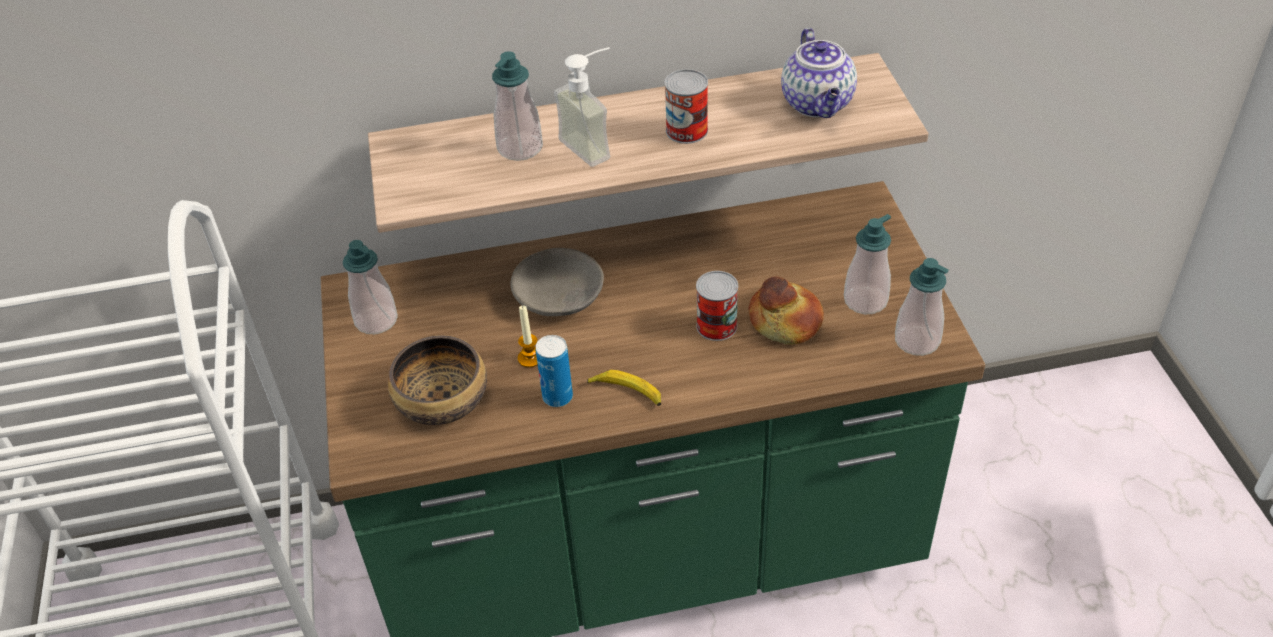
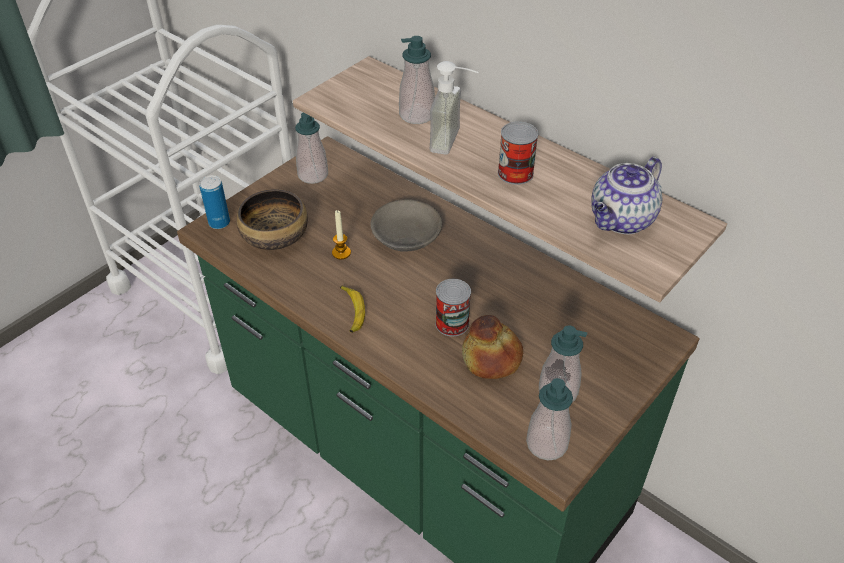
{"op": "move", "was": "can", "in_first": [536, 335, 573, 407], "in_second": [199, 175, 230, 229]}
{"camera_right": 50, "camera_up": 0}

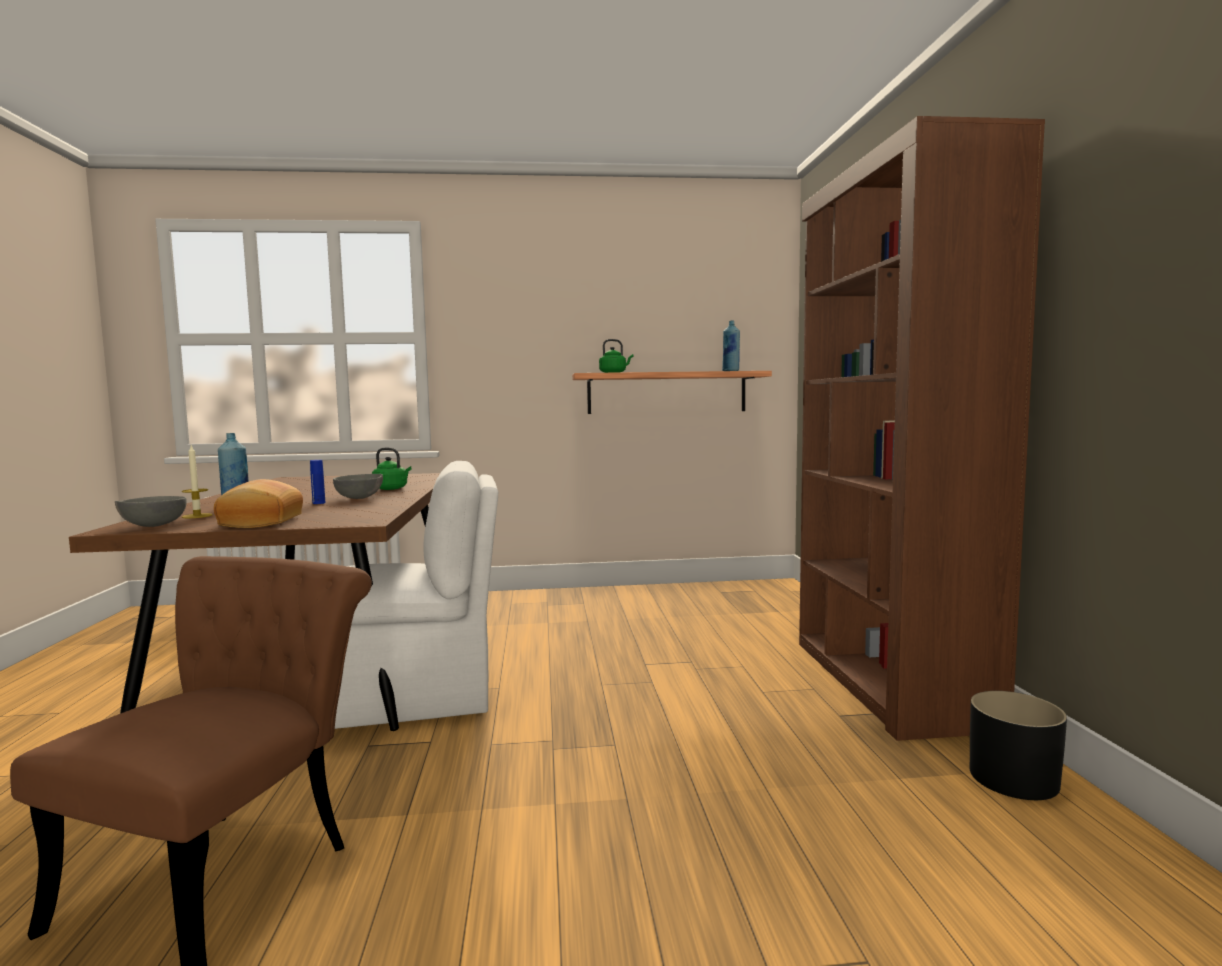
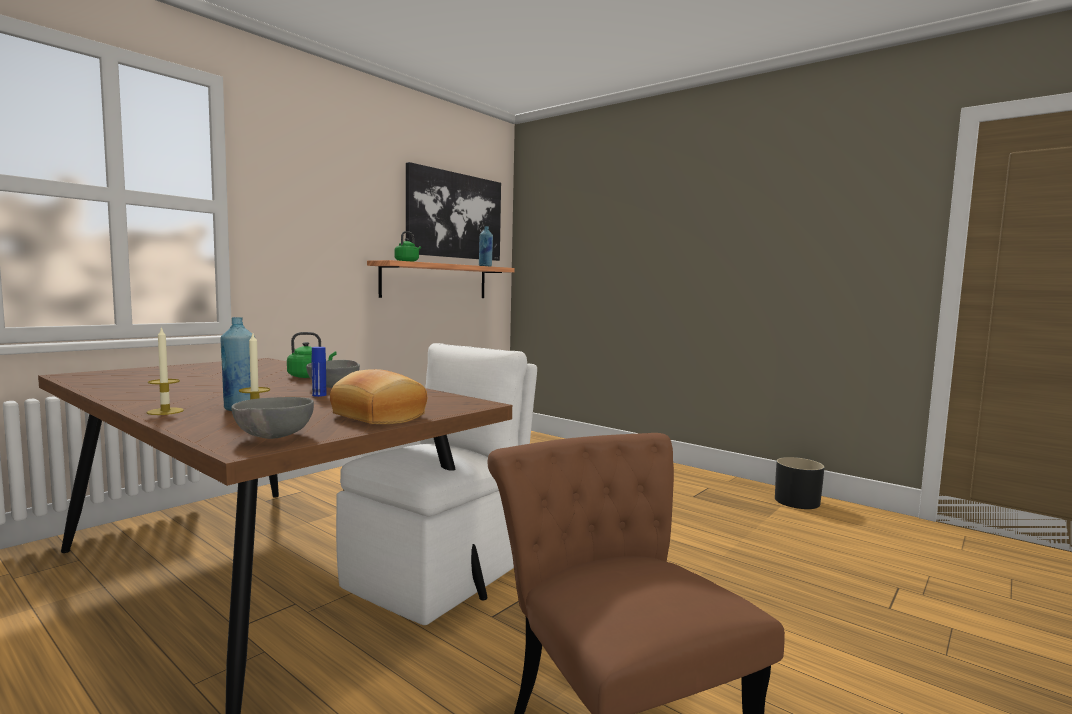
{"op": "delete", "was": "brown bookcase", "in_first": [799, 116, 1045, 741]}
{"op": "insert", "now": "candle", "in_second": [147, 327, 184, 415]}
{"op": "insert", "now": "picture", "in_second": [406, 162, 501, 261]}
{"camera_right": -45, "camera_up": 0}

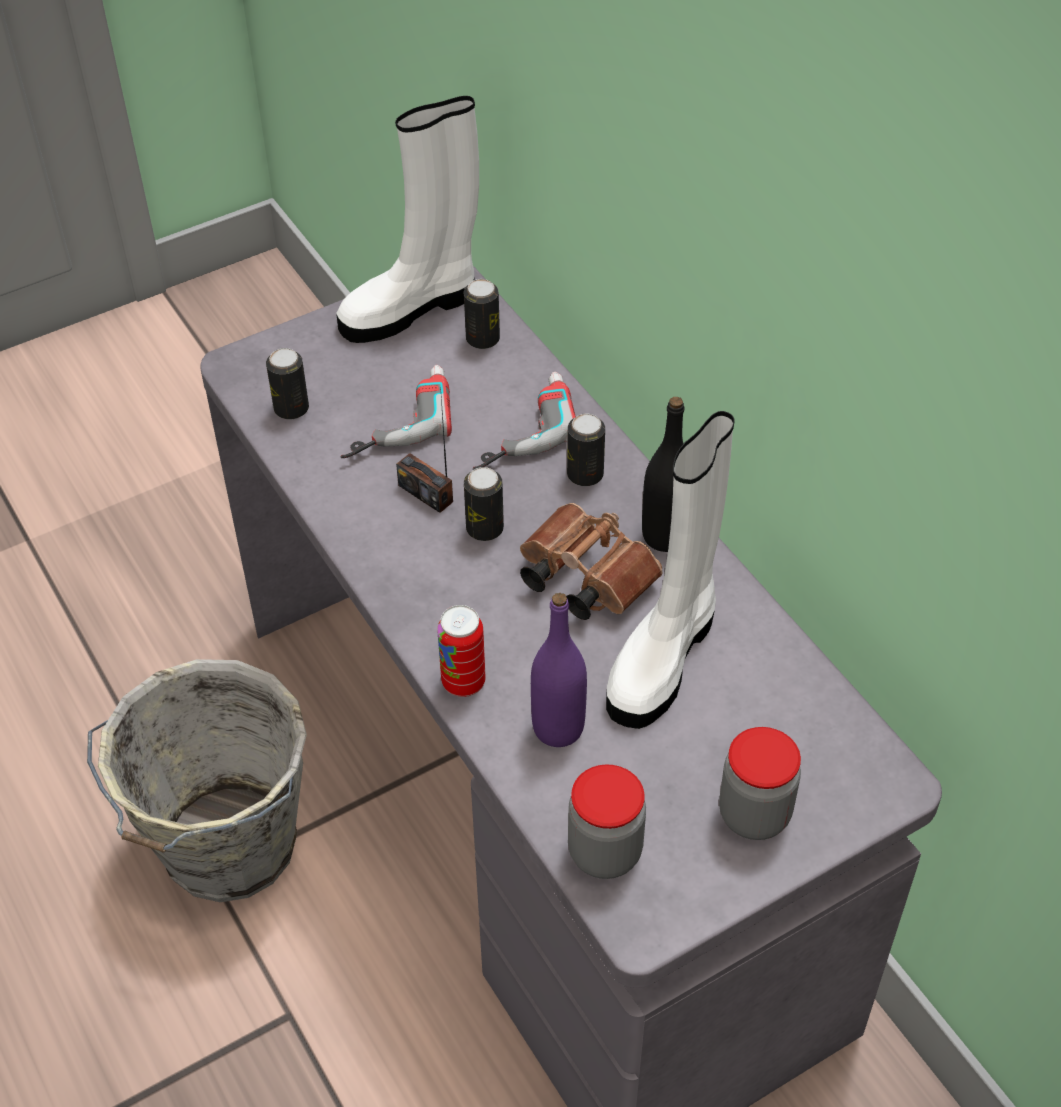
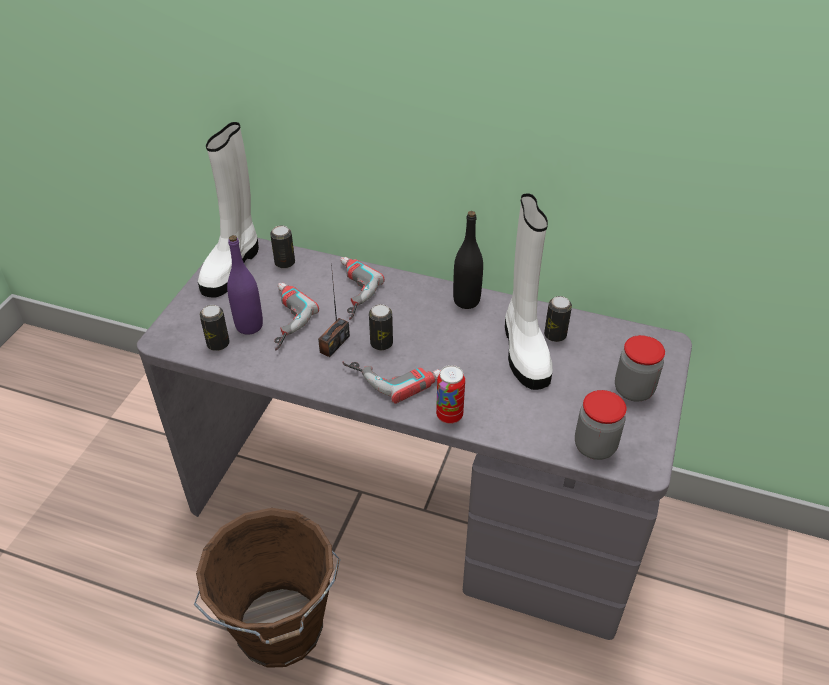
{"op": "recolor", "was": "grey bucket", "now": "brown bucket", "in_first": [87, 659, 307, 902], "in_second": [194, 508, 341, 668]}
{"op": "rotate", "was": "radio", "in_first": [396, 387, 453, 513], "in_second": [318, 264, 350, 357], "clockwise": -60}
{"op": "delete", "was": "brown binoculars", "in_first": [520, 503, 662, 620]}
{"op": "move", "was": "purple bottle", "in_first": [531, 593, 587, 747], "in_second": [227, 235, 263, 335]}
{"op": "move", "was": "can", "in_first": [567, 413, 605, 486], "in_second": [544, 296, 572, 342]}
{"op": "insert", "now": "power drill", "in_second": [342, 361, 441, 404]}
{"camera_right": -40, "camera_up": -5}

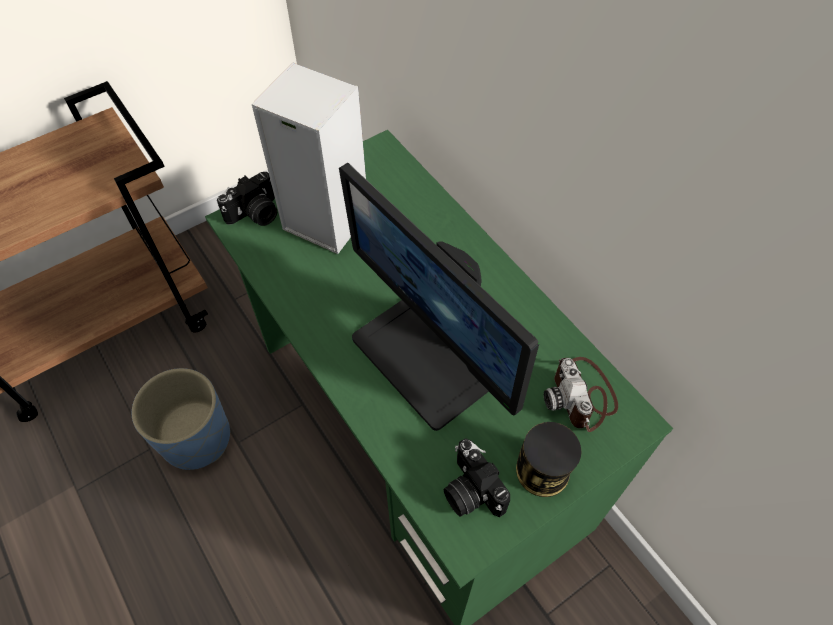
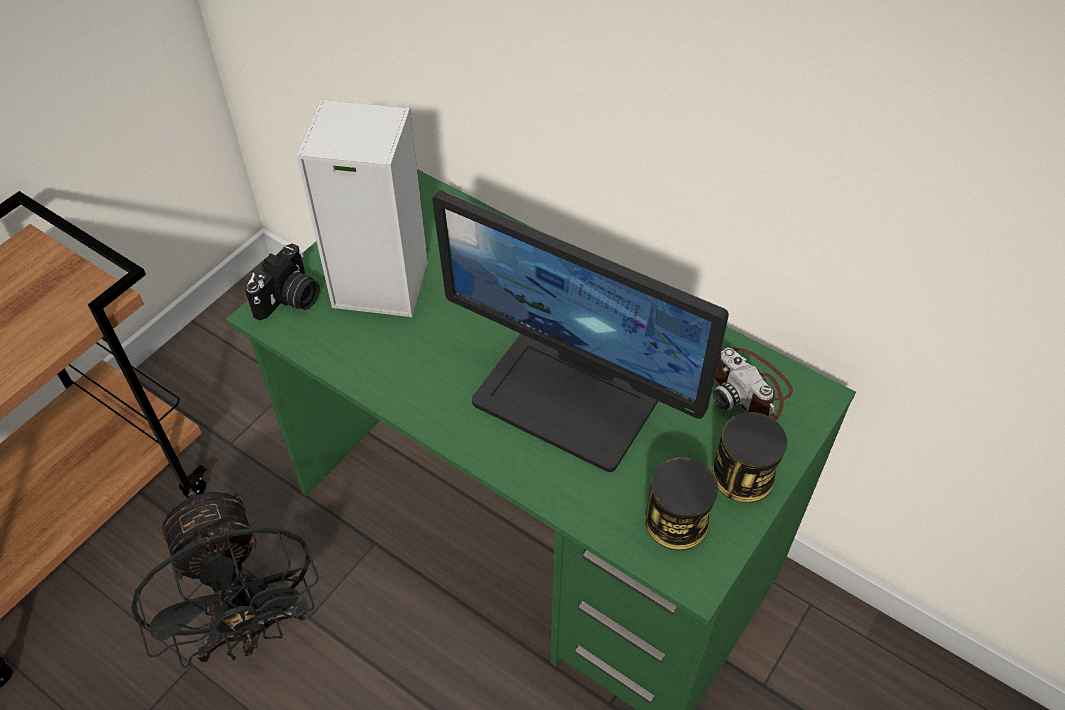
{"op": "replace", "was": "blue planter", "now": "black fan", "in_first": [132, 368, 230, 470], "in_second": [131, 488, 319, 668]}
{"op": "replace", "was": "photo camera", "now": "can", "in_first": [444, 438, 510, 517], "in_second": [645, 457, 718, 550]}
{"camera_right": -20, "camera_up": -5}

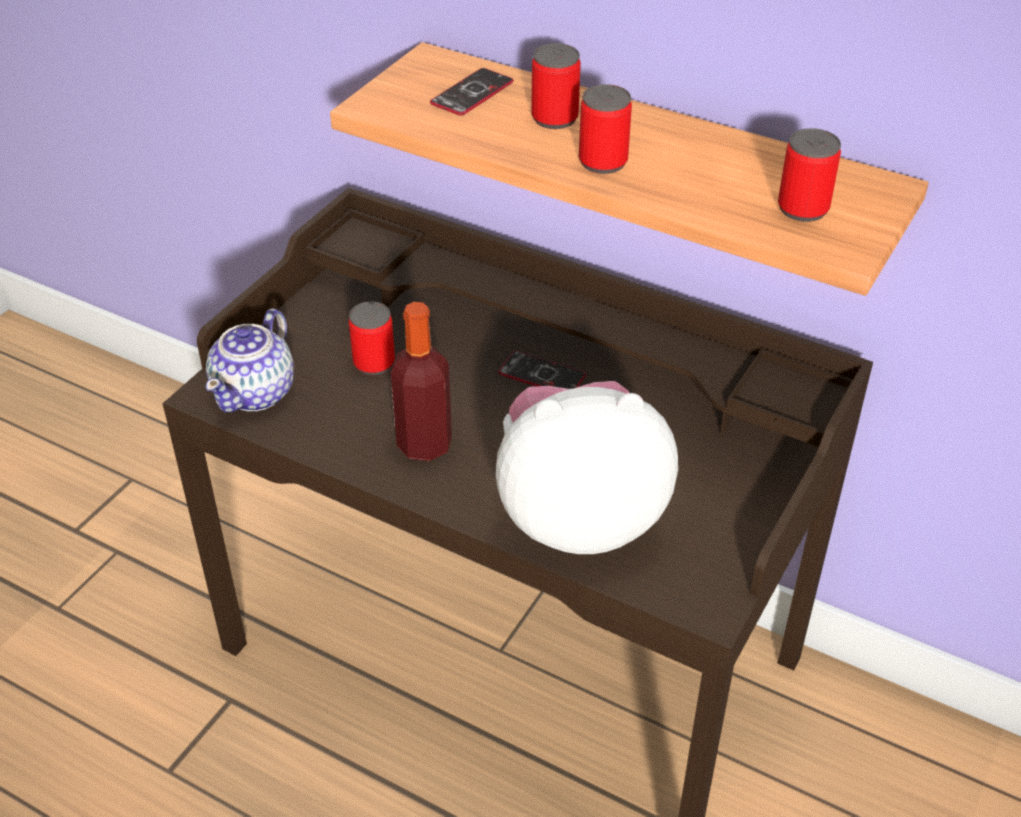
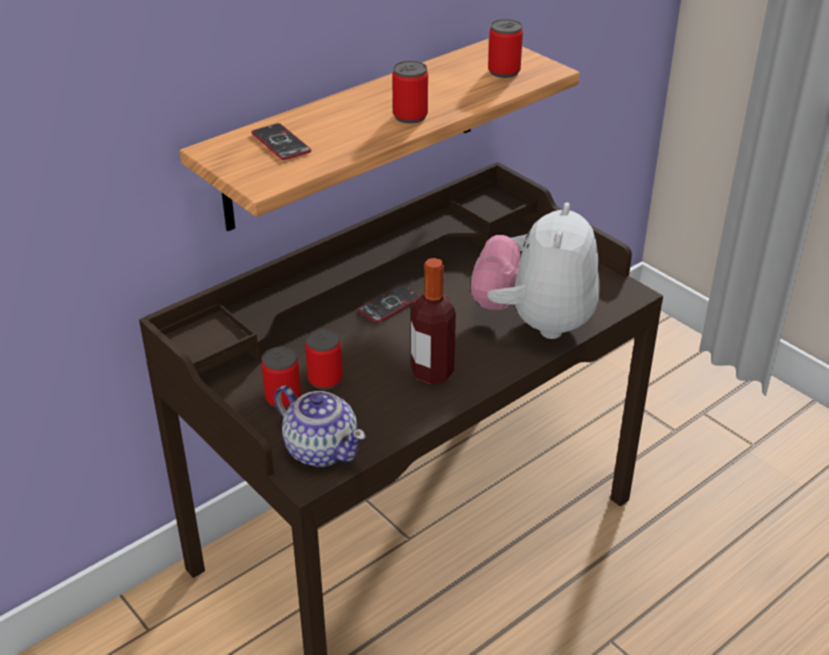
{"op": "move", "was": "can", "in_first": [531, 43, 581, 129], "in_second": [262, 347, 301, 409]}
{"camera_right": -70, "camera_up": -5}

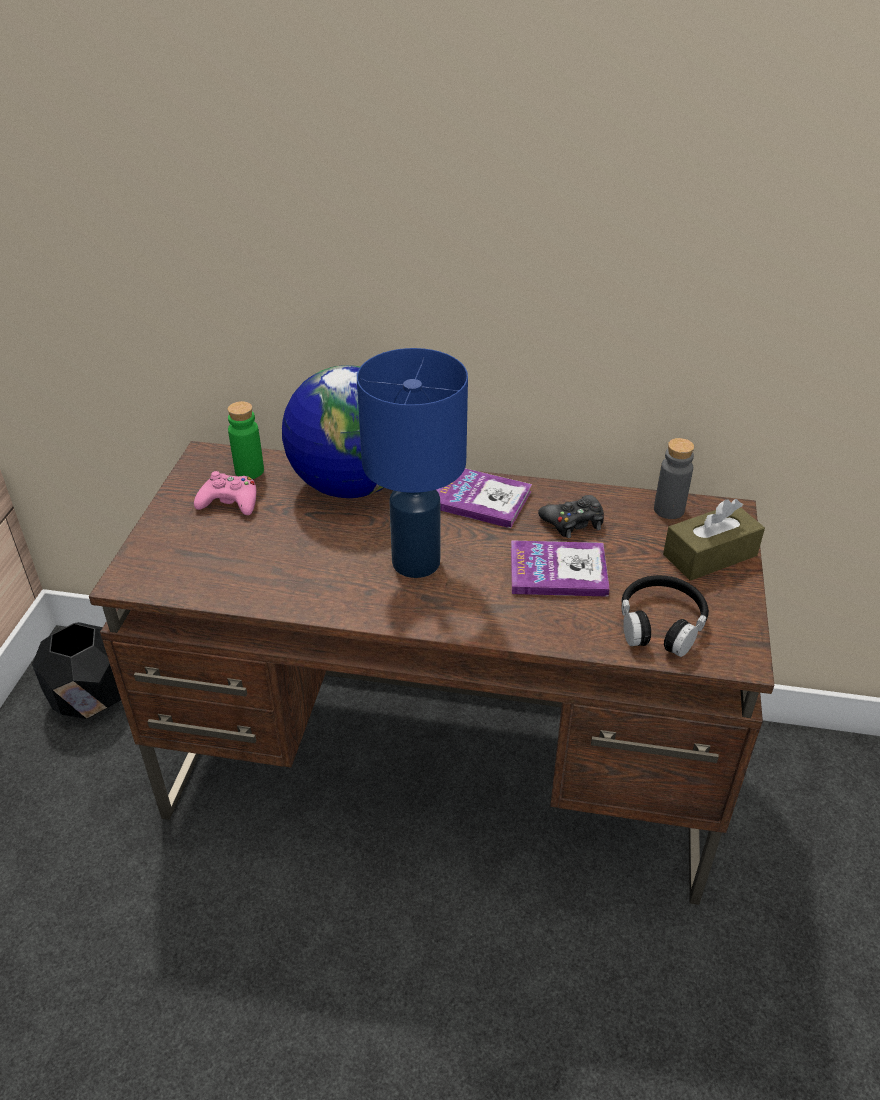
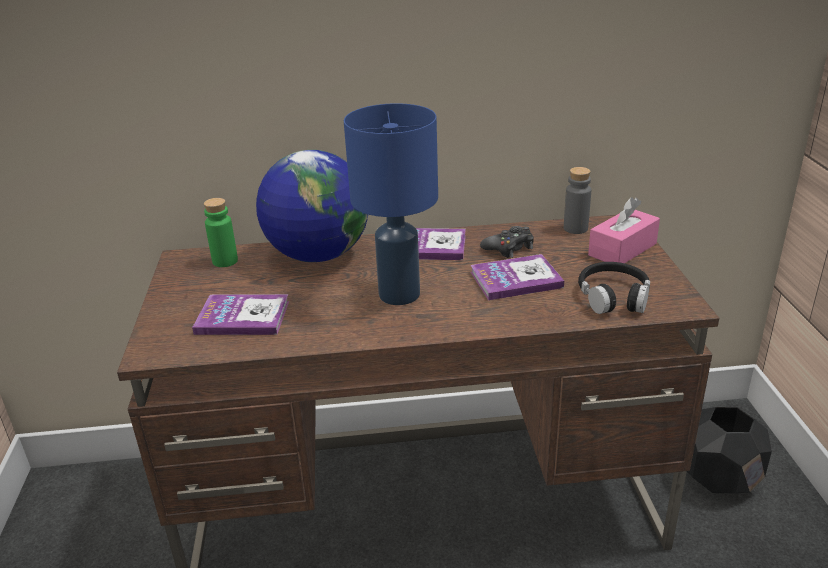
{"op": "move", "was": "black planter", "in_first": [32, 622, 121, 719], "in_second": [687, 407, 772, 493]}
{"op": "delete", "was": "pink game controller", "in_first": [194, 471, 256, 515]}
{"op": "recolor", "was": "brown tissue box", "now": "pink tissue box", "in_first": [663, 499, 765, 581], "in_second": [588, 197, 660, 263]}
{"op": "insert", "now": "book", "in_second": [192, 294, 289, 335]}
{"camera_right": -15, "camera_up": -10}

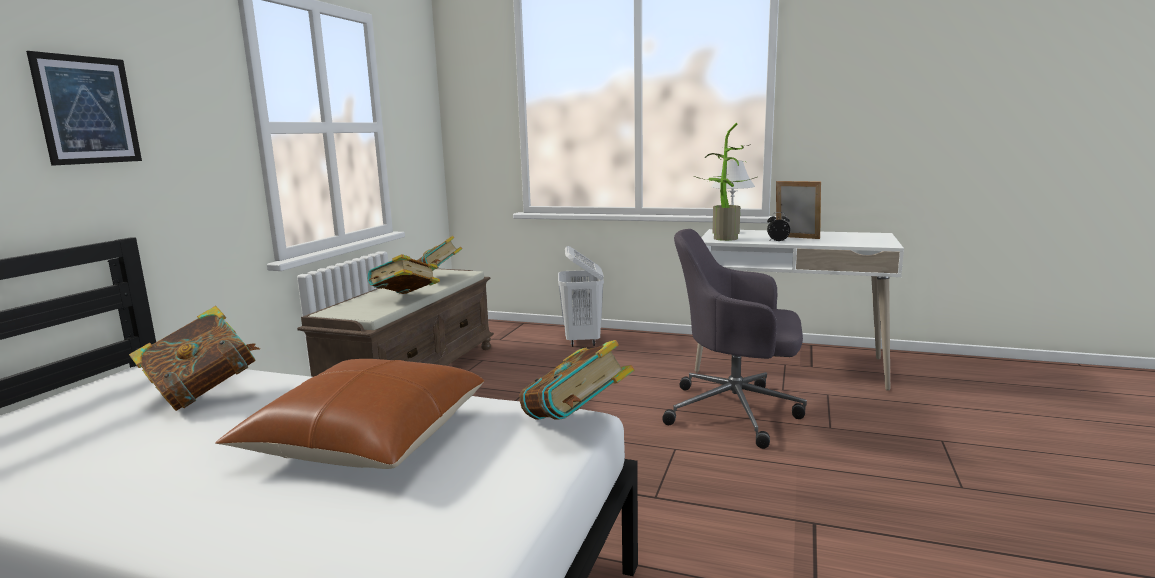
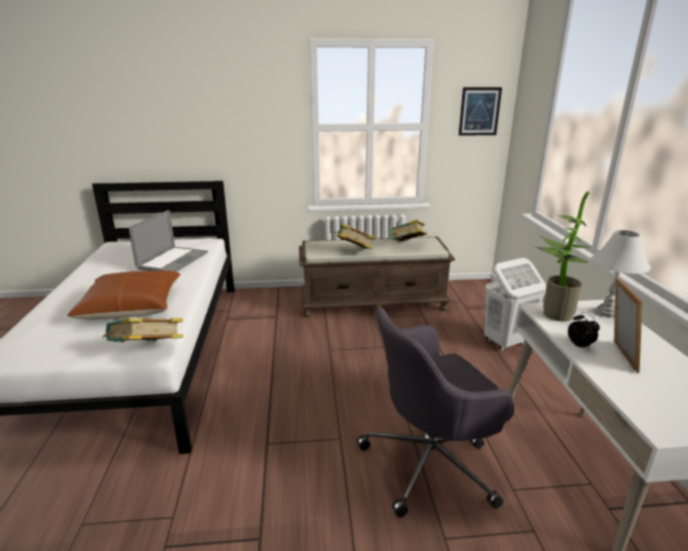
{"op": "move", "was": "picture", "in_first": [26, 51, 142, 166], "in_second": [459, 87, 502, 136]}
{"op": "replace", "was": "book", "now": "laptop", "in_first": [129, 306, 260, 411], "in_second": [128, 210, 208, 272]}
{"op": "rotate", "was": "grey office chair", "in_first": [662, 229, 807, 449], "in_second": [357, 308, 515, 518], "clockwise": -105}
{"camera_right": 65, "camera_up": 10}

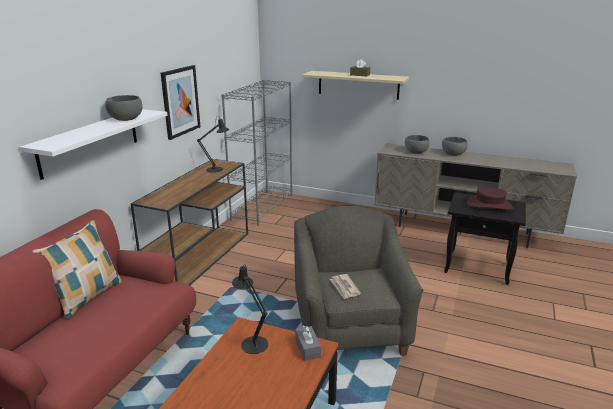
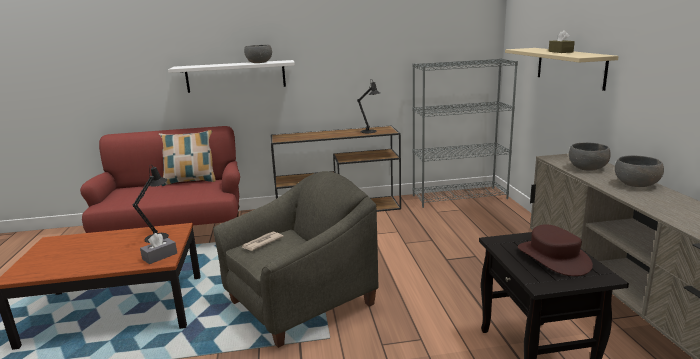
{"op": "delete", "was": "picture", "in_first": [161, 65, 200, 140]}
{"camera_right": 60, "camera_up": -5}

